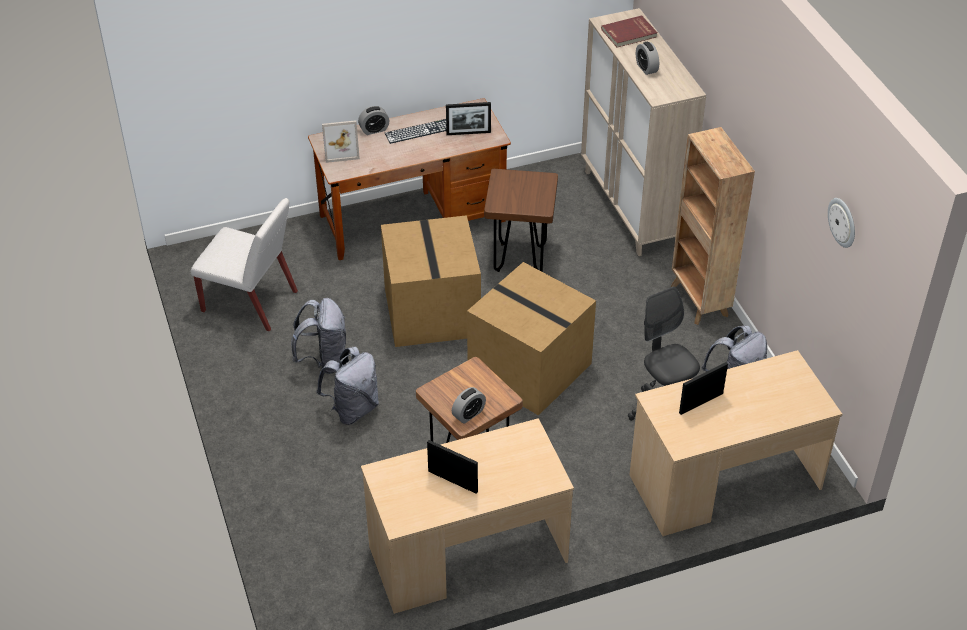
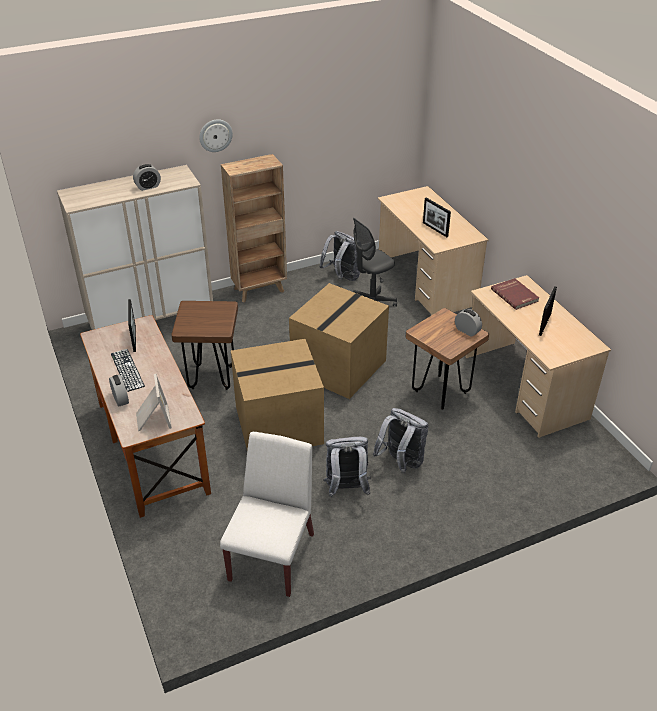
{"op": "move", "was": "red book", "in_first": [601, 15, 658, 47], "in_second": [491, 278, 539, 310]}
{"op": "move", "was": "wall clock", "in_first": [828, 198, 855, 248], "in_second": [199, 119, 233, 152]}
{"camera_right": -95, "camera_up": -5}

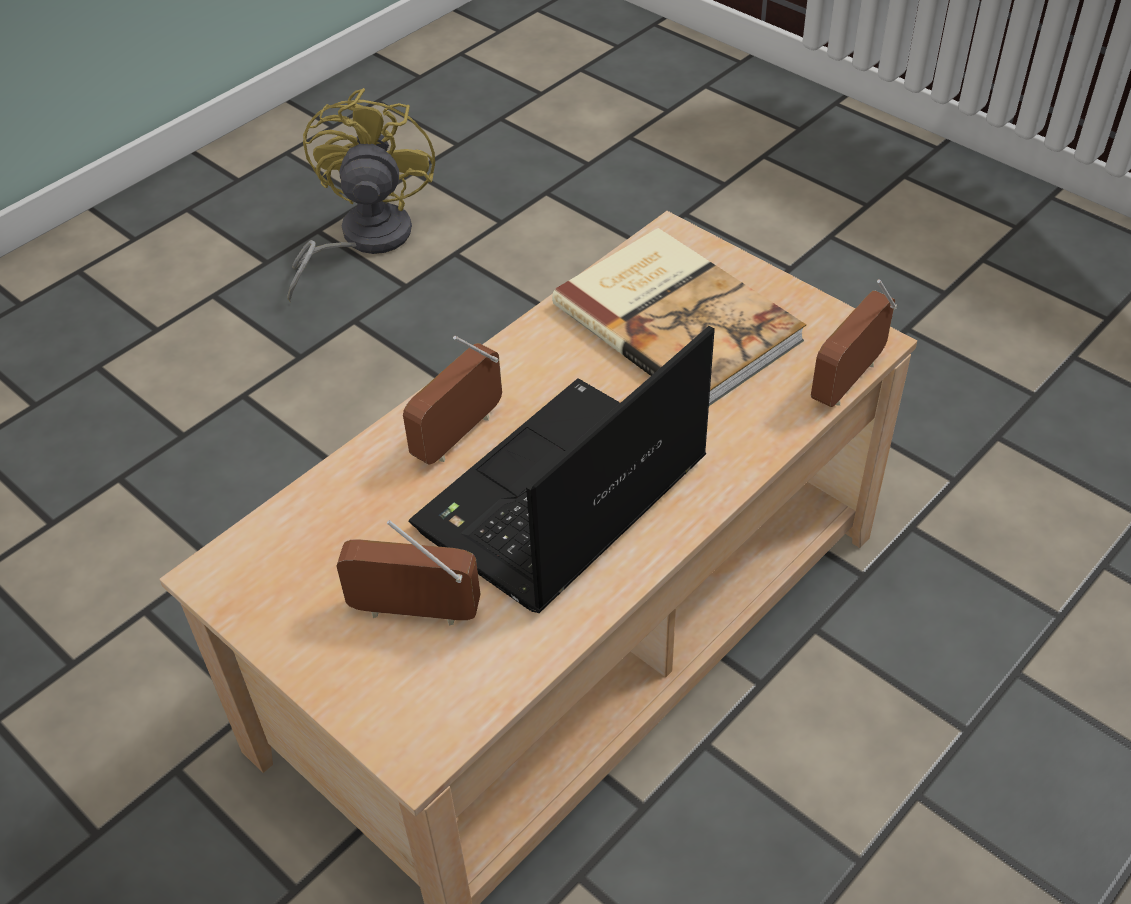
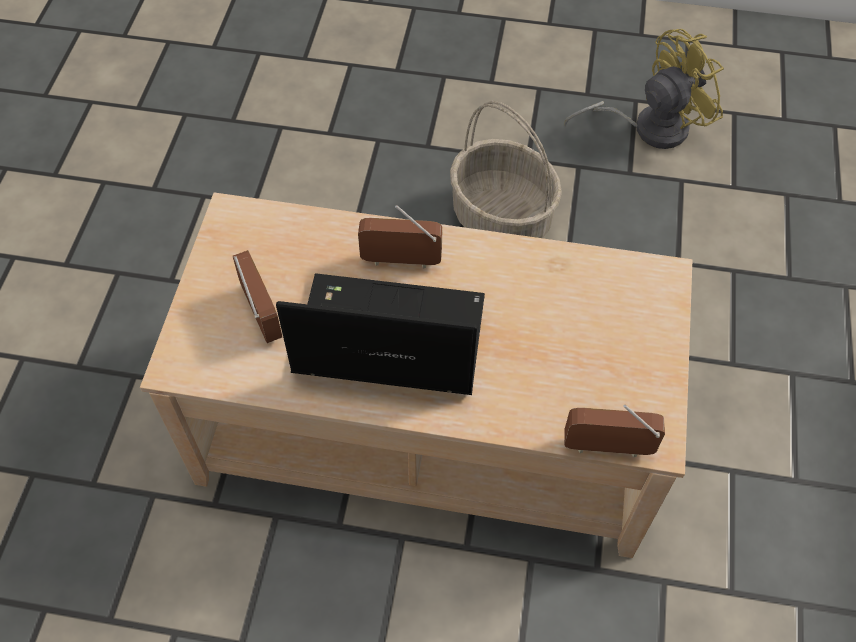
{"op": "delete", "was": "book", "in_first": [552, 228, 806, 406]}
{"op": "insert", "now": "basket", "in_second": [450, 101, 562, 238]}
{"camera_right": 55, "camera_up": 10}

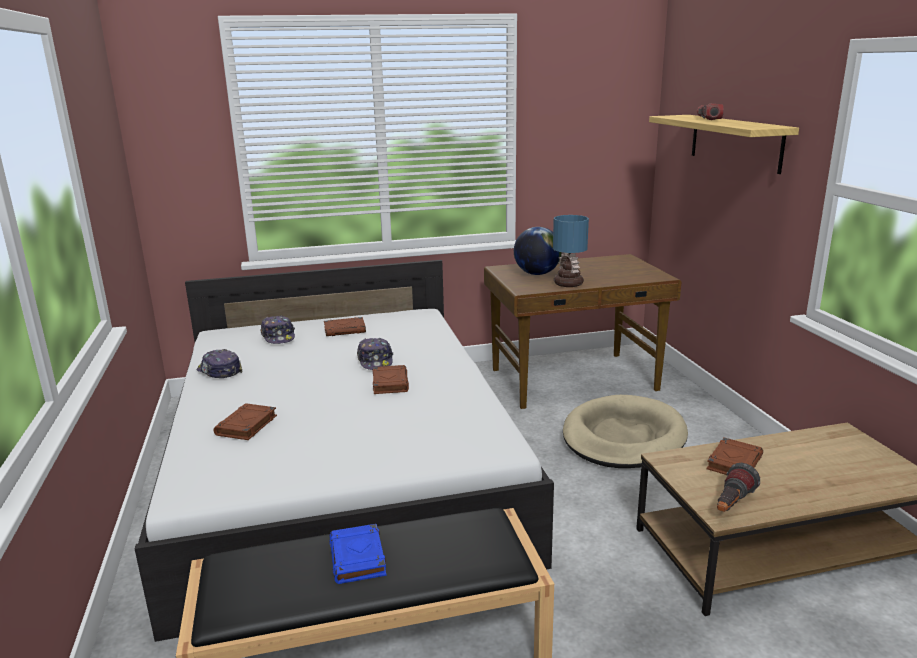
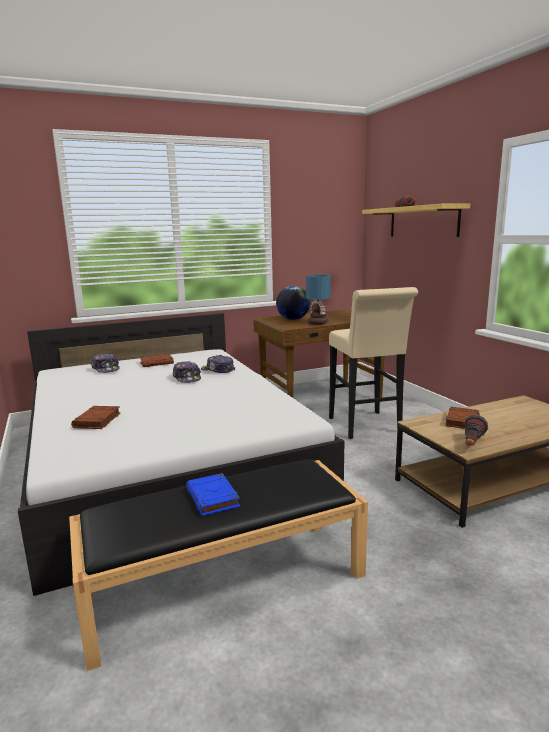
{"op": "move", "was": "cap", "in_first": [197, 349, 242, 378], "in_second": [201, 355, 235, 373]}
{"op": "delete", "was": "brown book", "in_first": [373, 365, 409, 394]}
{"op": "replace", "was": "beige dog bed", "now": "beige stool", "in_first": [563, 395, 688, 468], "in_second": [329, 287, 418, 439]}
{"camera_right": -10, "camera_up": -5}

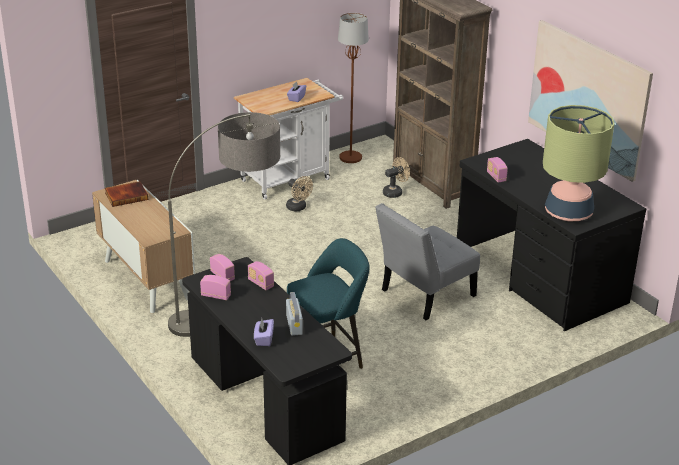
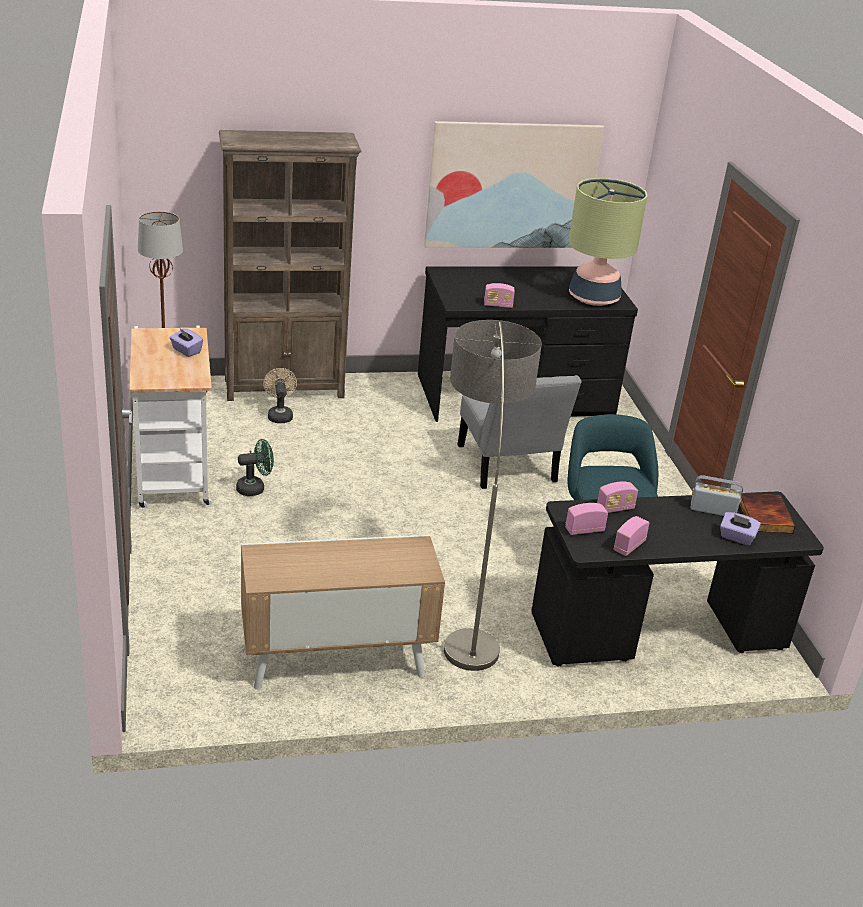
{"op": "move", "was": "book", "in_first": [105, 181, 148, 207], "in_second": [739, 493, 796, 534]}
{"op": "recolor", "was": "beige fan", "now": "green fan", "in_first": [286, 176, 313, 211], "in_second": [236, 439, 274, 496]}
{"camera_right": -70, "camera_up": 0}

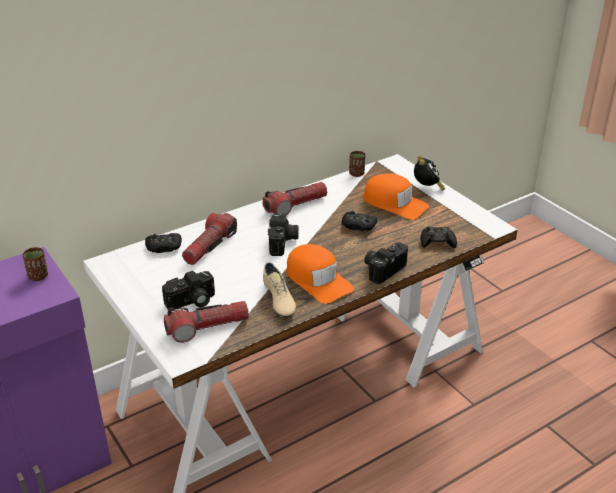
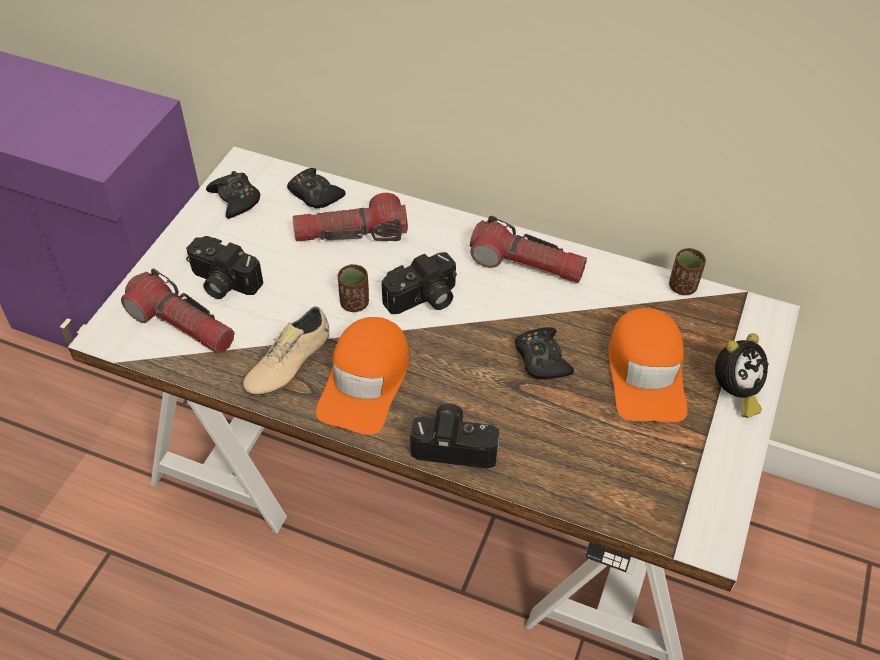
{"op": "move", "was": "brown cup", "in_first": [23, 247, 48, 281], "in_second": [338, 264, 369, 312]}
{"op": "move", "was": "black game controller", "in_first": [421, 227, 457, 248], "in_second": [206, 171, 260, 219]}
{"camera_right": 55, "camera_up": 15}

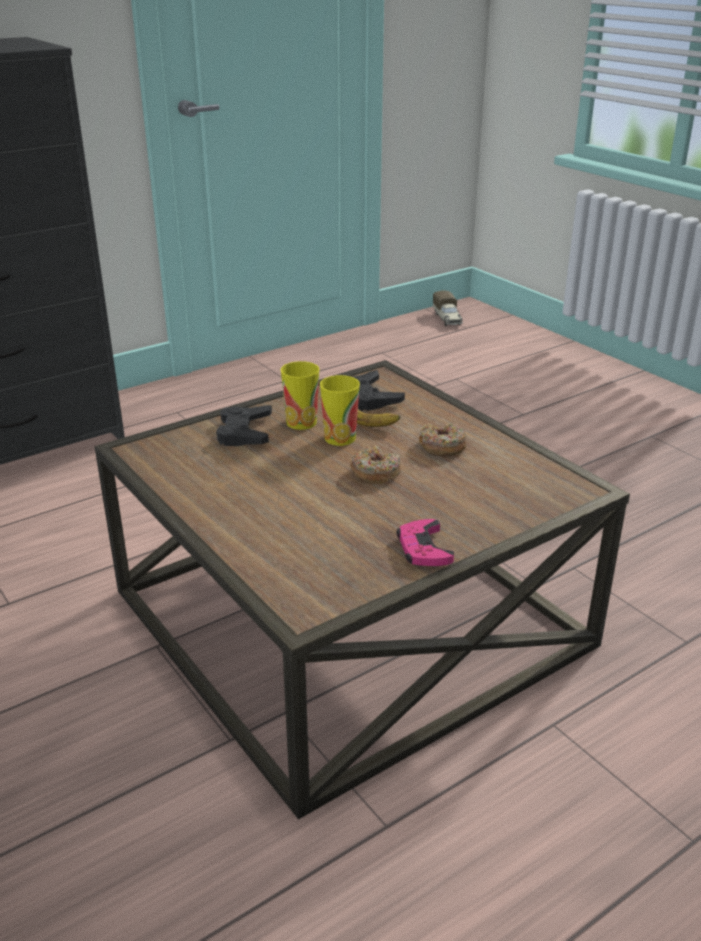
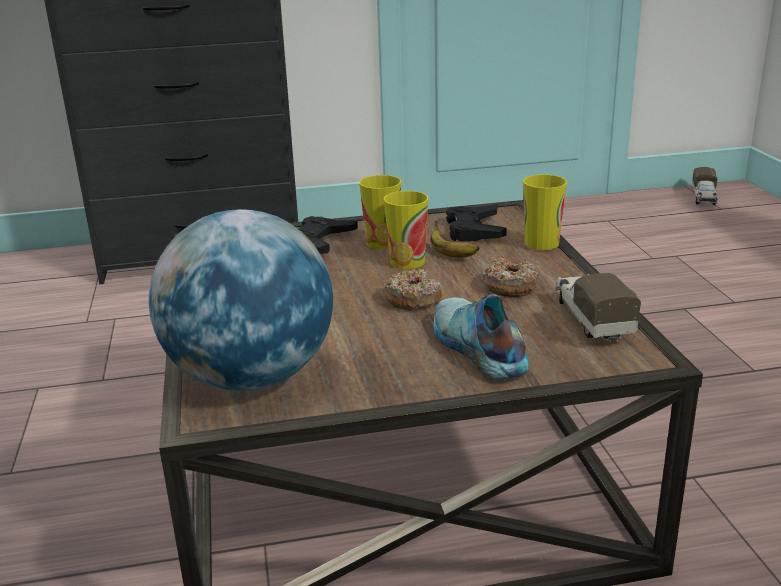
{"op": "delete", "was": "pink game controller", "in_first": [396, 519, 454, 566]}
{"op": "insert", "now": "globe", "in_second": [149, 209, 333, 391]}
{"op": "insert", "now": "shoe", "in_second": [433, 294, 529, 379]}
{"op": "insert", "now": "cup", "in_second": [523, 174, 567, 250]}
{"op": "insert", "now": "toy truck", "in_second": [555, 273, 641, 342]}
{"camera_right": 25, "camera_up": -5}

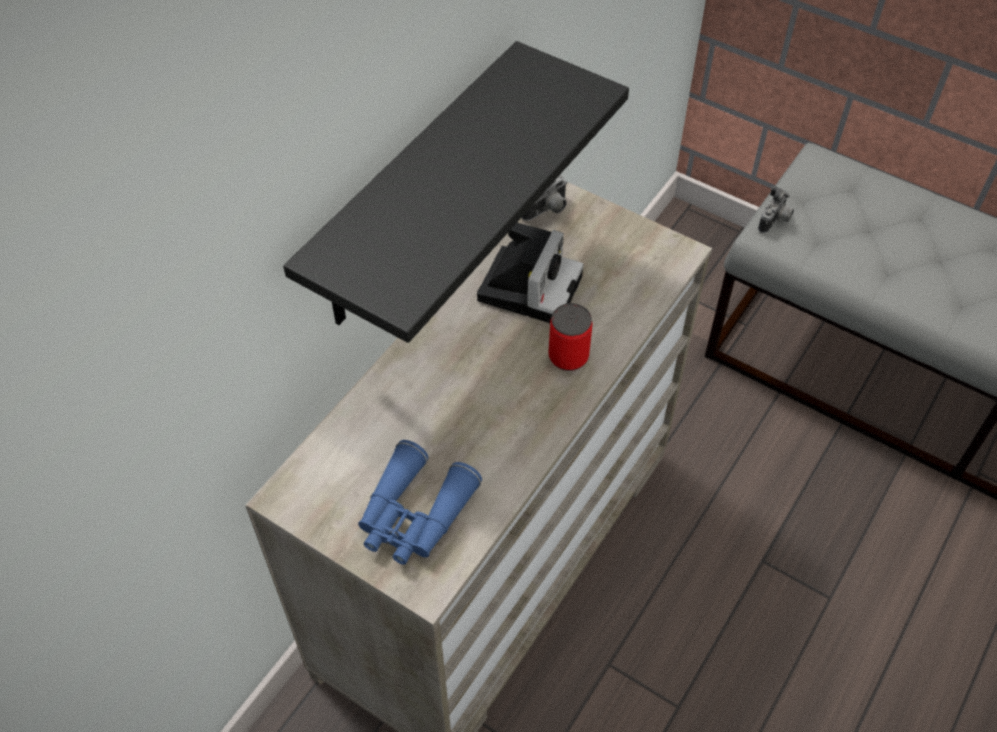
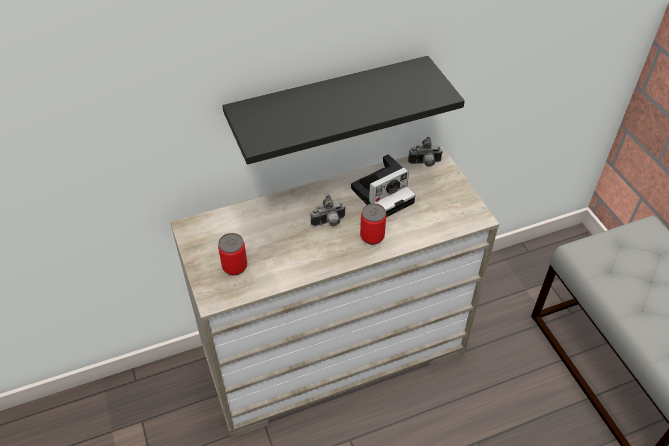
{"op": "replace", "was": "blue binoculars", "now": "can", "in_first": [358, 440, 482, 565], "in_second": [218, 233, 247, 275]}
{"op": "move", "was": "photo camera", "in_first": [758, 186, 794, 233], "in_second": [310, 195, 346, 226]}
{"camera_right": 35, "camera_up": -5}

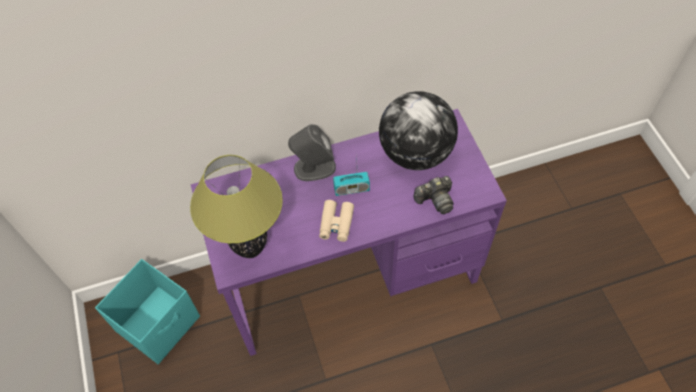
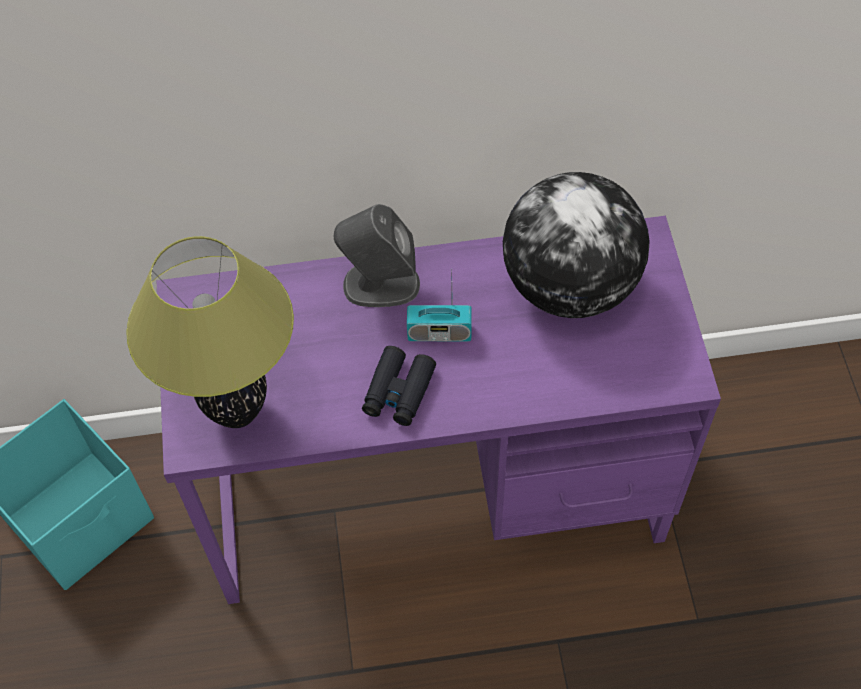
{"op": "recolor", "was": "beige binoculars", "now": "black binoculars", "in_first": [319, 200, 354, 242], "in_second": [362, 346, 436, 426]}
{"op": "delete", "was": "photo camera", "in_first": [413, 176, 454, 214]}
{"camera_right": 10, "camera_up": 0}

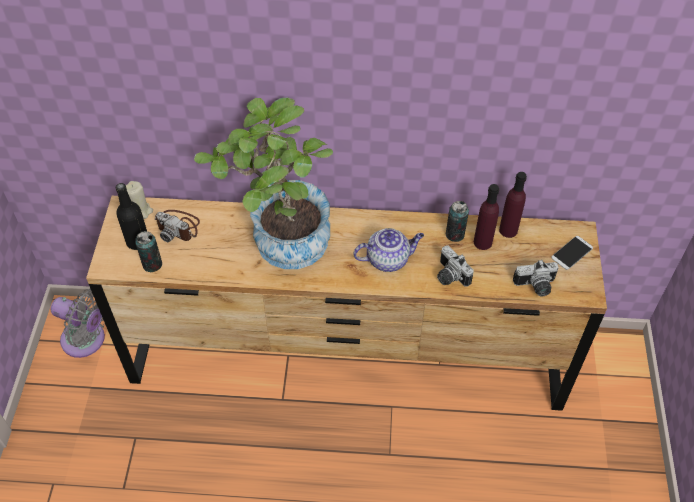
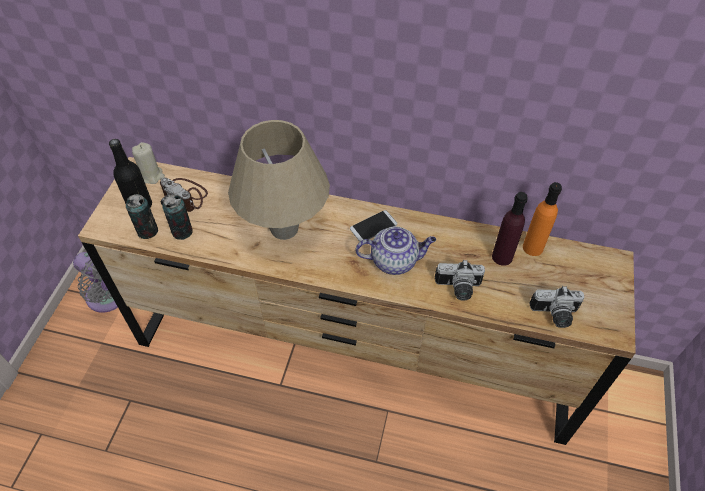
{"op": "replace", "was": "potted plant", "now": "beige table lamp", "in_first": [194, 98, 333, 269], "in_second": [228, 120, 330, 240]}
{"op": "rotate", "was": "photo camera", "in_first": [437, 245, 474, 287], "in_second": [435, 260, 485, 301], "clockwise": -60}
{"op": "move", "was": "can", "in_first": [446, 201, 469, 242], "in_second": [162, 195, 193, 240]}
{"op": "recolor", "was": "purple bottle", "now": "orange bottle", "in_first": [499, 172, 527, 238], "in_second": [523, 182, 562, 256]}
{"op": "move", "was": "phone", "in_first": [551, 236, 593, 270], "in_second": [350, 210, 397, 242]}
{"camera_right": 10, "camera_up": 0}

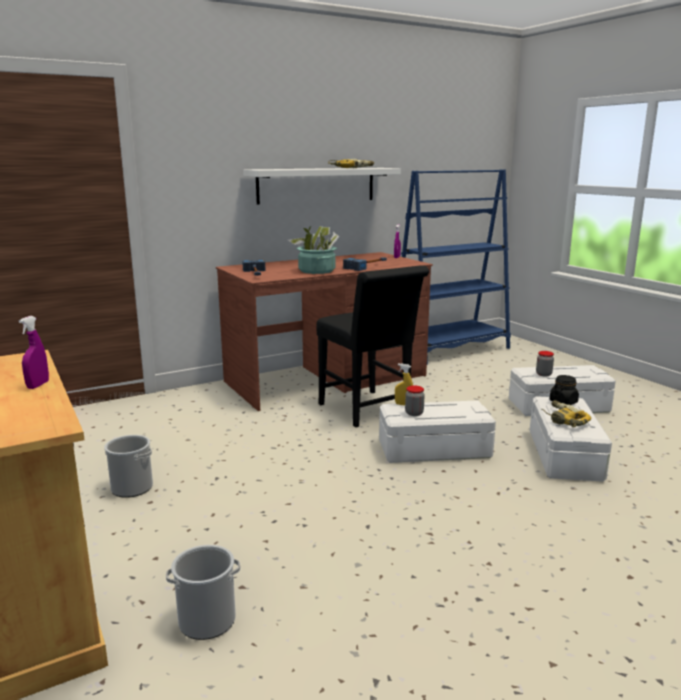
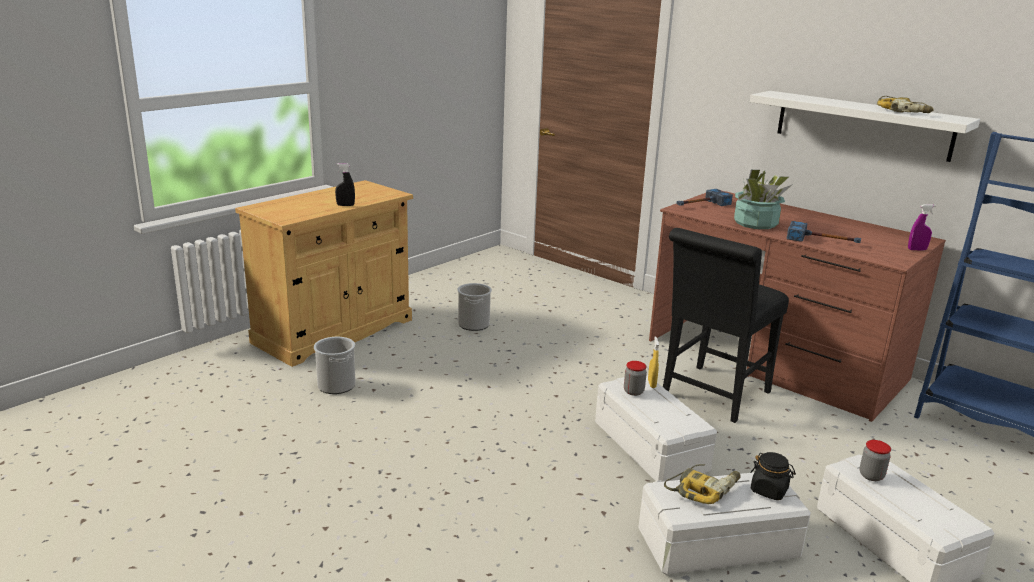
{"op": "recolor", "was": "purple spray bottle", "now": "black spray bottle", "in_first": [19, 316, 49, 389], "in_second": [335, 163, 355, 206]}
{"camera_right": 70, "camera_up": 5}

